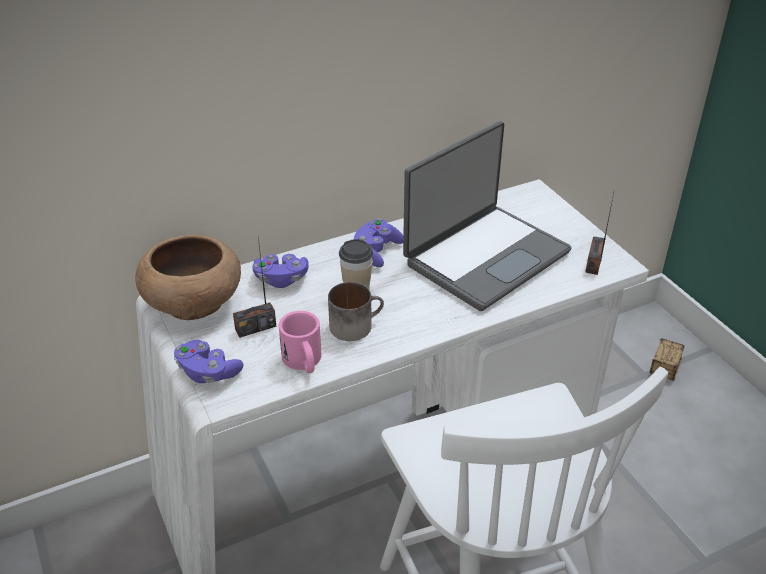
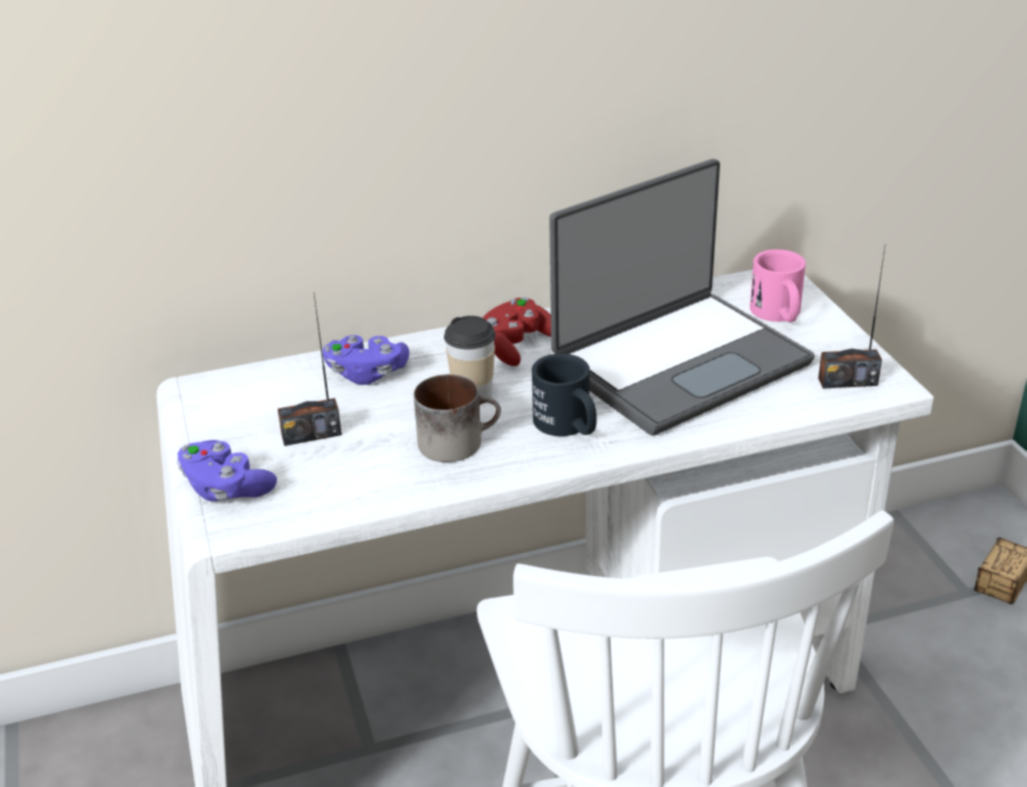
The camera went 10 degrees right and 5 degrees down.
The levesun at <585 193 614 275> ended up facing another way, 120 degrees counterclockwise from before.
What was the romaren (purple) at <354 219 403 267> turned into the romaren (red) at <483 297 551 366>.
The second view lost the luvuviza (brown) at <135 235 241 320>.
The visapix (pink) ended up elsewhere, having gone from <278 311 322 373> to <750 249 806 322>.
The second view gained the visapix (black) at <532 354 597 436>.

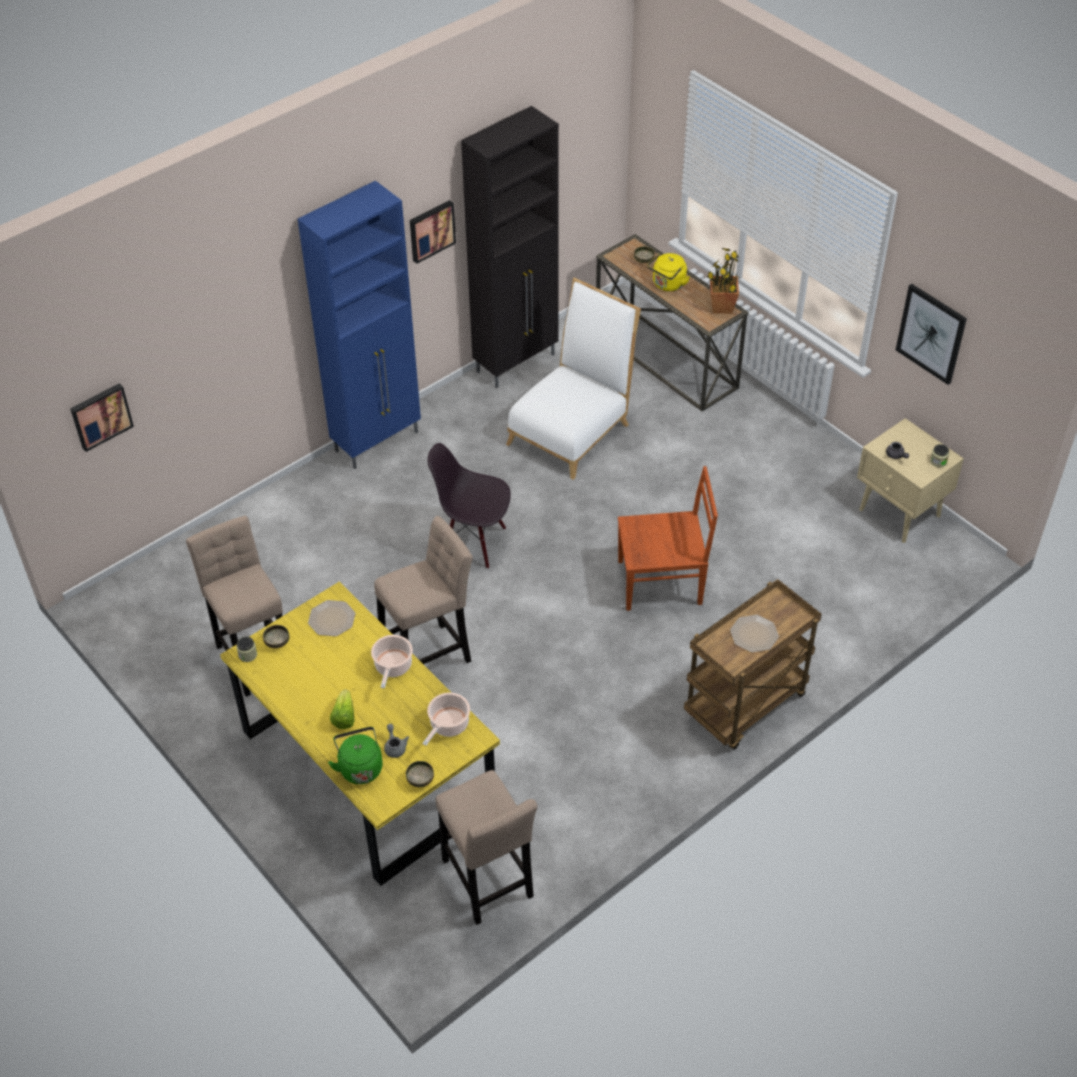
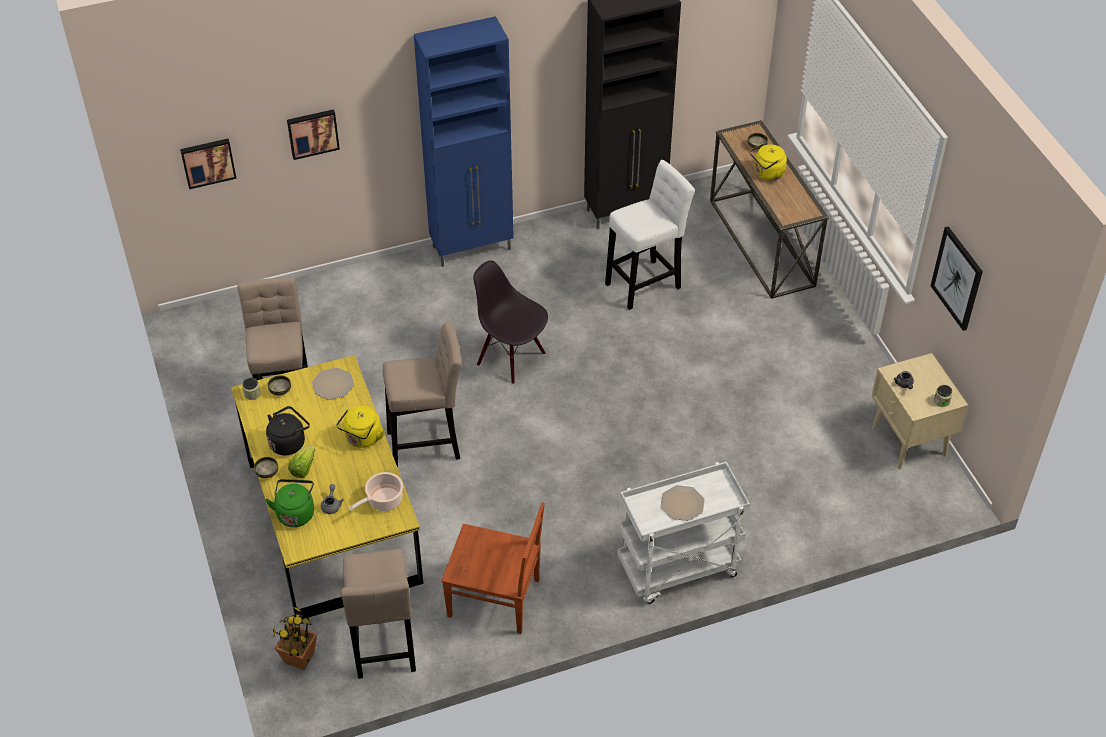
The camera went 20 degrees right and 0 degrees up.
The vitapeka ended up elsewhere, having gone from <410 200 456 264> to <287 109 340 160>.
The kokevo ended up elsewhere, having gone from <707 248 739 314> to <273 606 317 670>.
Where the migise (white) stood at <506 278 641 480>, the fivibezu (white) came to stand at <605 160 695 310>.
The migise (brown) ended up elsewhere, having gone from <618 466 718 611> to <441 502 545 634>.
What was the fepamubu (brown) at <684 579 822 749> turned into the fepamubu (white) at <617 462 750 604>.
Where the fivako stood at <371 635 413 688>, the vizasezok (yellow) came to stand at <336 406 385 448>.
The luvuviza ended up elsewhere, having gone from <406 761 434 787> to <254 457 278 478>.
The second view gained the vizasezok (black) at <266 406 310 455>.

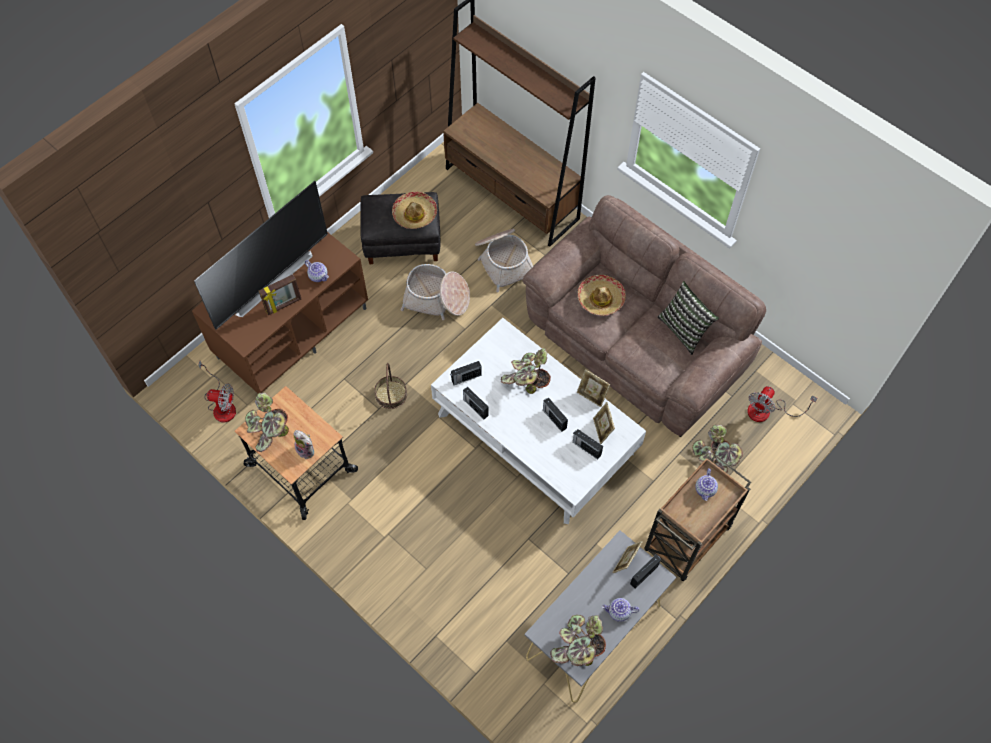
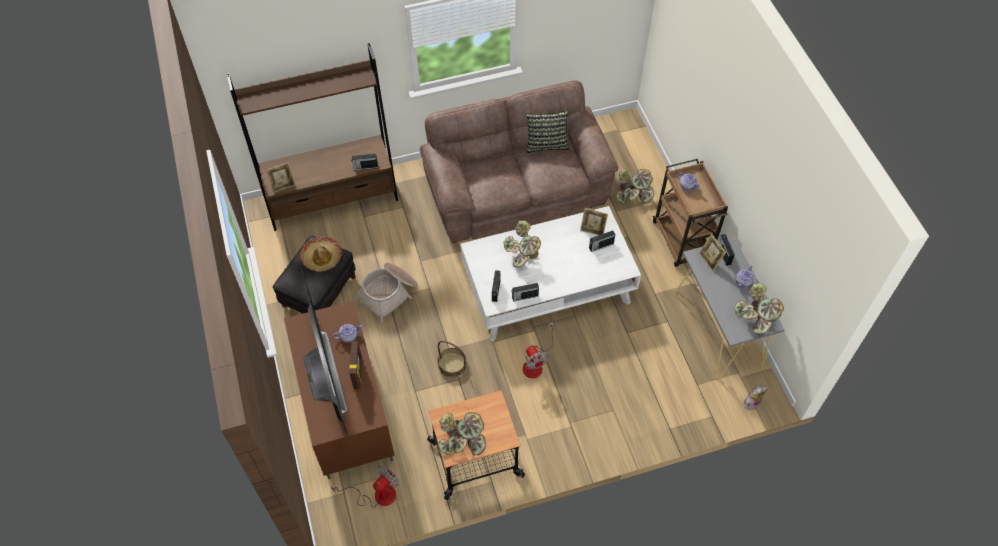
The camera went 60 degrees left and 5 degrees down.
The second view lost the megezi at <475 229 533 292>.
The second view lost the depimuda at <578 275 626 316>.
The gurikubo ended up elsewhere, having gone from <577 369 610 407> to <266 163 295 193>.
The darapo ended up elsewhere, having gone from <747 386 818 422> to <523 322 553 378>.
The levesun ended up elsewhere, having gone from <543 398 568 432> to <351 154 378 170>.
The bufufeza ended up elsewhere, having gone from <293 430 314 459> to <744 387 767 410>.

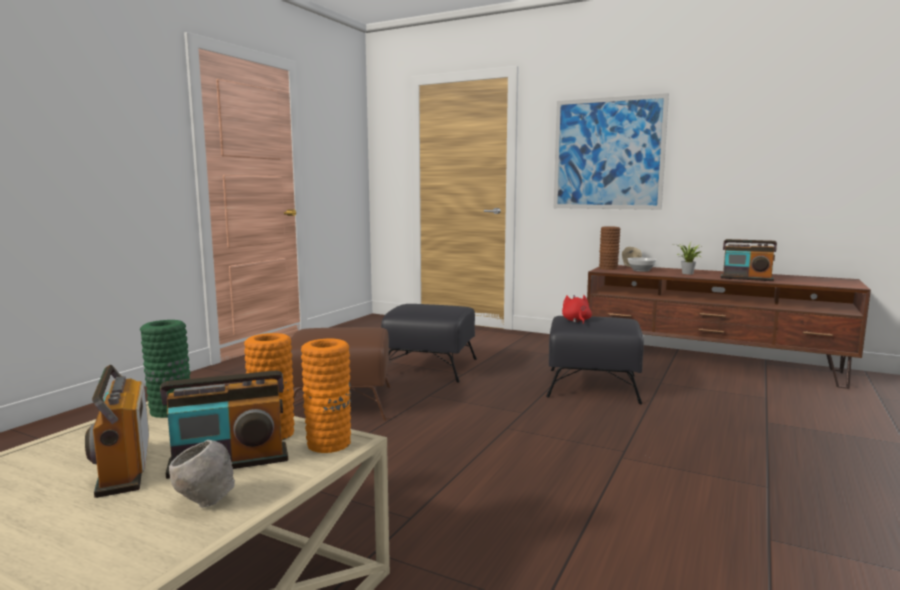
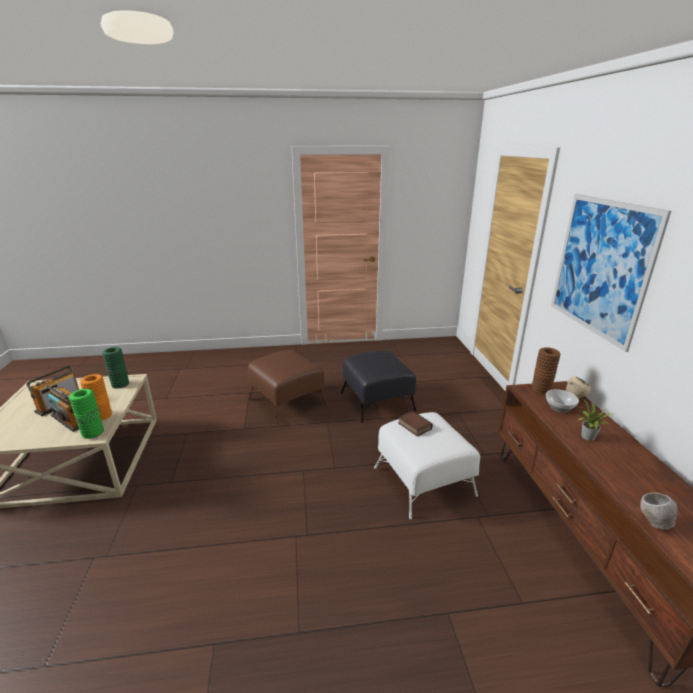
The camera went 55 degrees right and 15 degrees up.
The second view lost the levesun at <721 239 777 281>.
Where the bufufeza (red) stood at <562 295 592 324>, the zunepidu came to stand at <398 411 433 437>.
What was the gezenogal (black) at <546 316 644 404> turned into the gezenogal (white) at <374 412 480 520>.
What was the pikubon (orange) at <301 339 351 453> turned into the pikubon (green) at <69 389 104 439>.
The luvuviza (grey) ended up elsewhere, having gone from <169 440 235 508> to <640 492 678 530>.

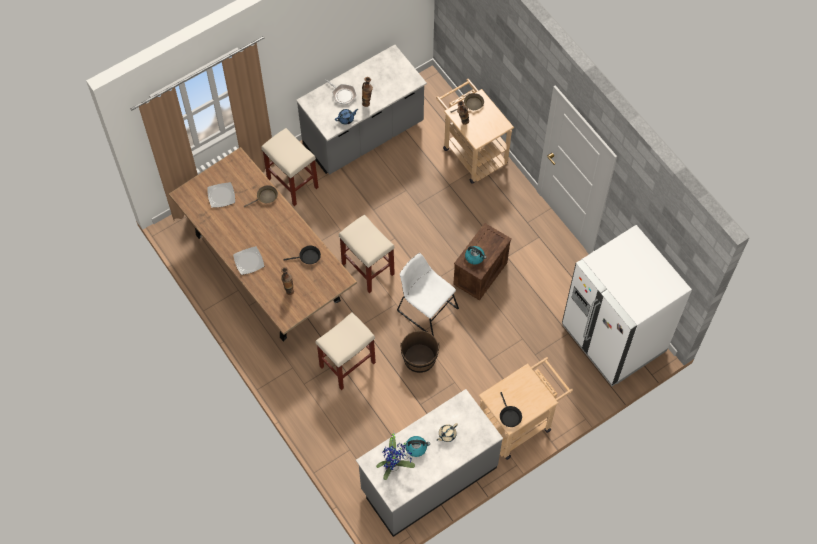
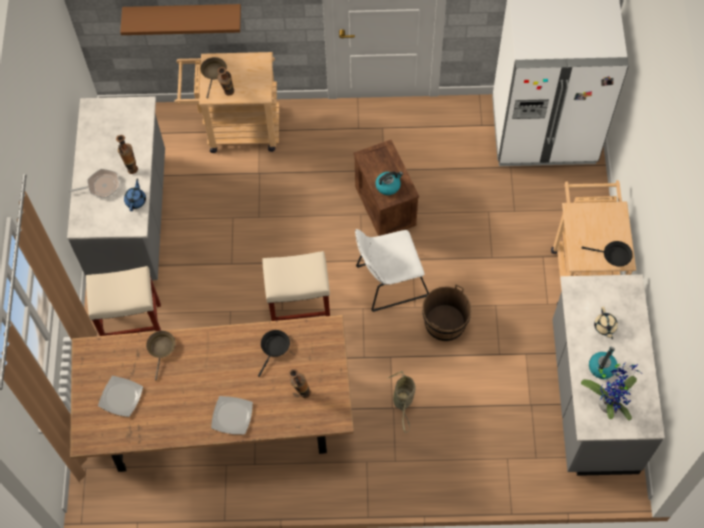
The camera went 55 degrees left and 0 degrees up.
Where the fivibezu (beige) stood at <316 312 376 390>, the megezi came to stand at <388 372 416 433>.
The second view gained the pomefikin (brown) at <120 4 241 35>.

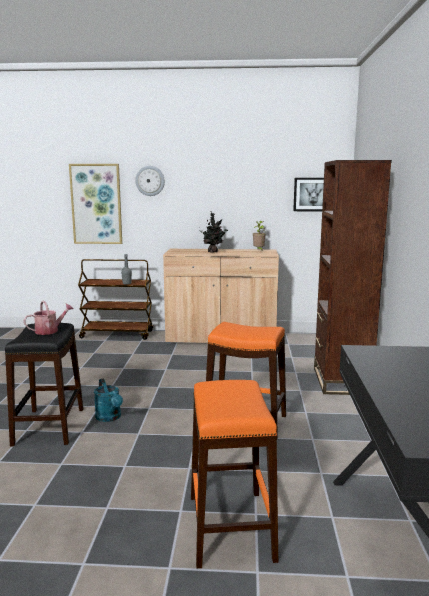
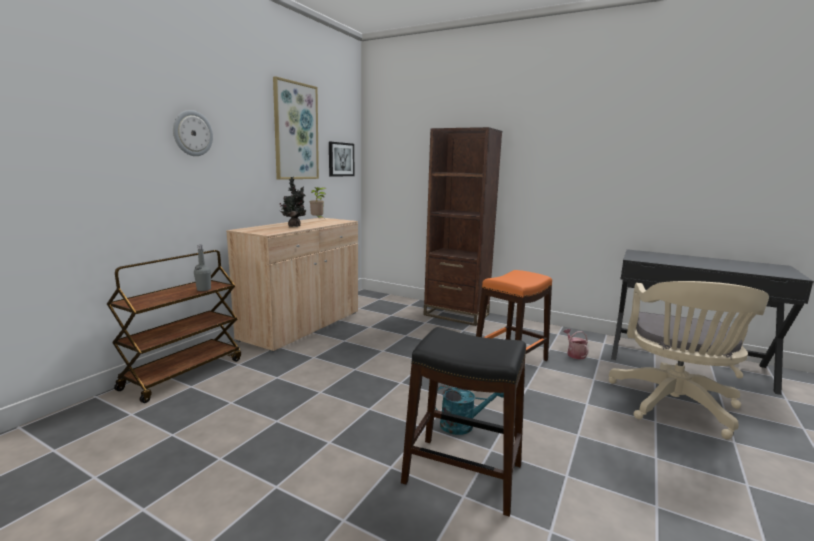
The camera went 65 degrees left and 0 degrees up.
The vitapeka ended up elsewhere, having gone from <69 164 122 244> to <273 76 319 180>.
The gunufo ended up elsewhere, having gone from <23 301 74 335> to <564 329 589 359>.
Where the fivibezu (orange) stood at <191 380 278 568>, the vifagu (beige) came to stand at <609 281 769 439>.

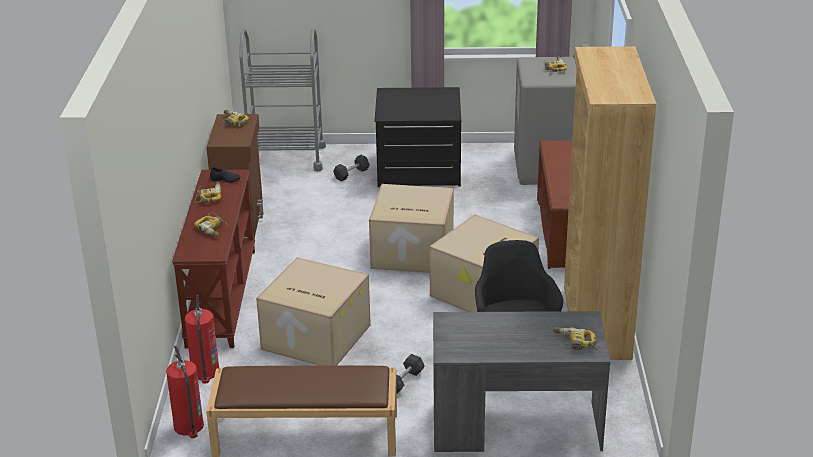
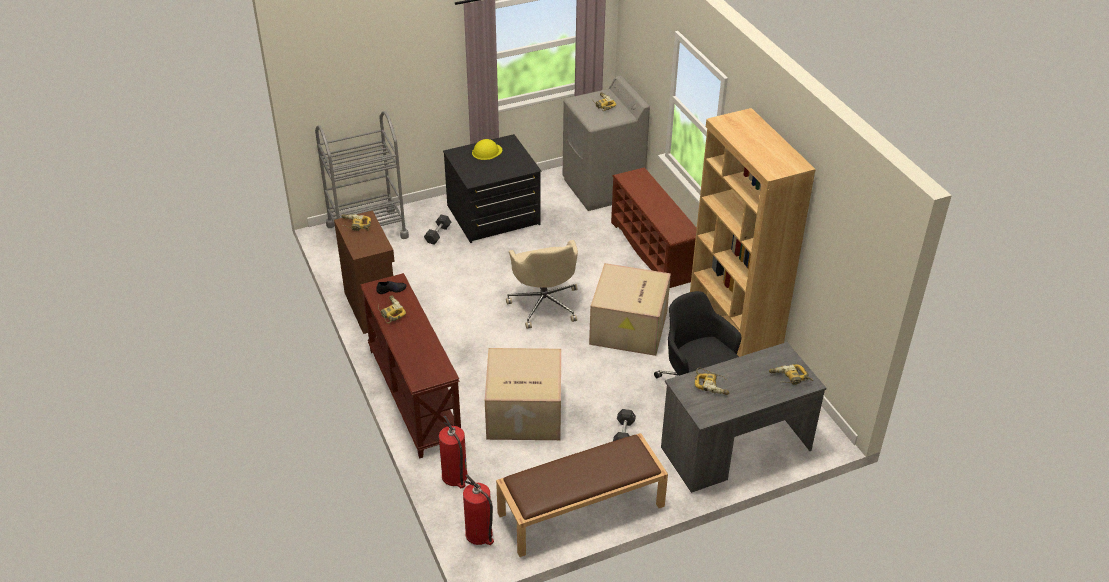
The camera went 25 degrees left and 10 degrees up.
Where the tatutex stood at <369 184 454 273>, the vifagu (beige) came to stand at <506 240 578 329>.
The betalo ended up elsewhere, having gone from <194 212 228 237> to <695 368 729 395>.
The second view gained the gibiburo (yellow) at <472 139 502 160>.

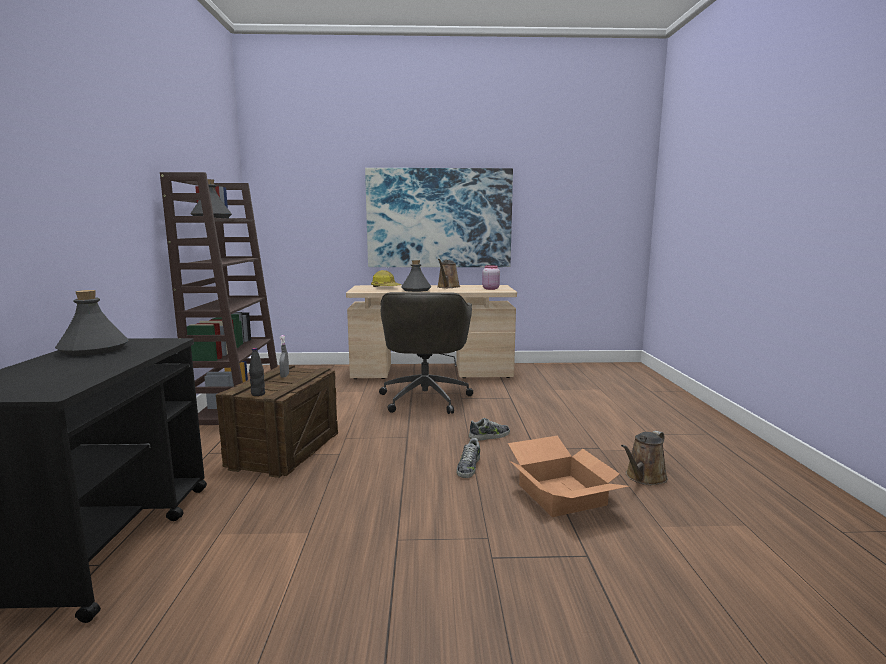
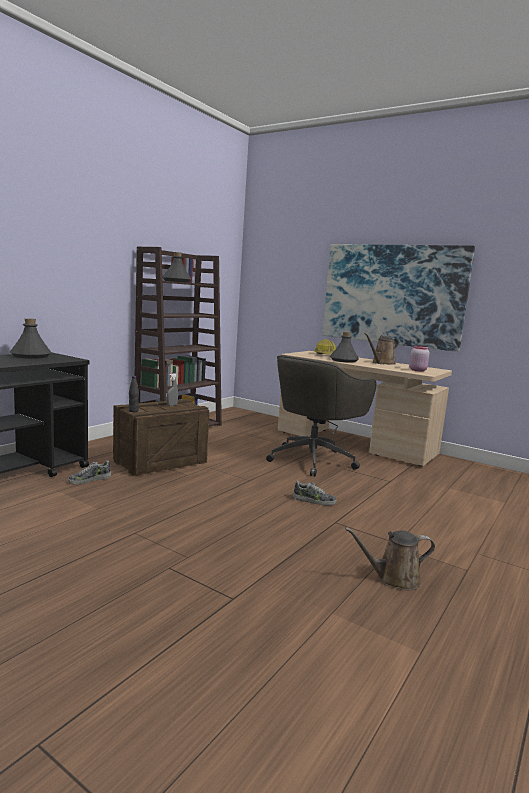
The camera went 35 degrees right and 0 degrees up.
The second view lost the tatutex at <508 436 629 517>.
The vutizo ended up elsewhere, having gone from <456 438 480 478> to <68 460 111 484>.

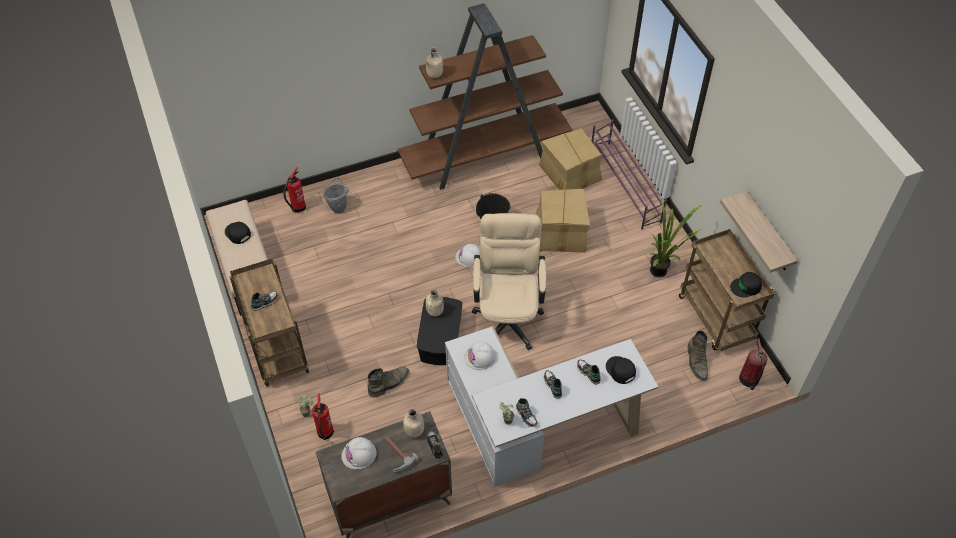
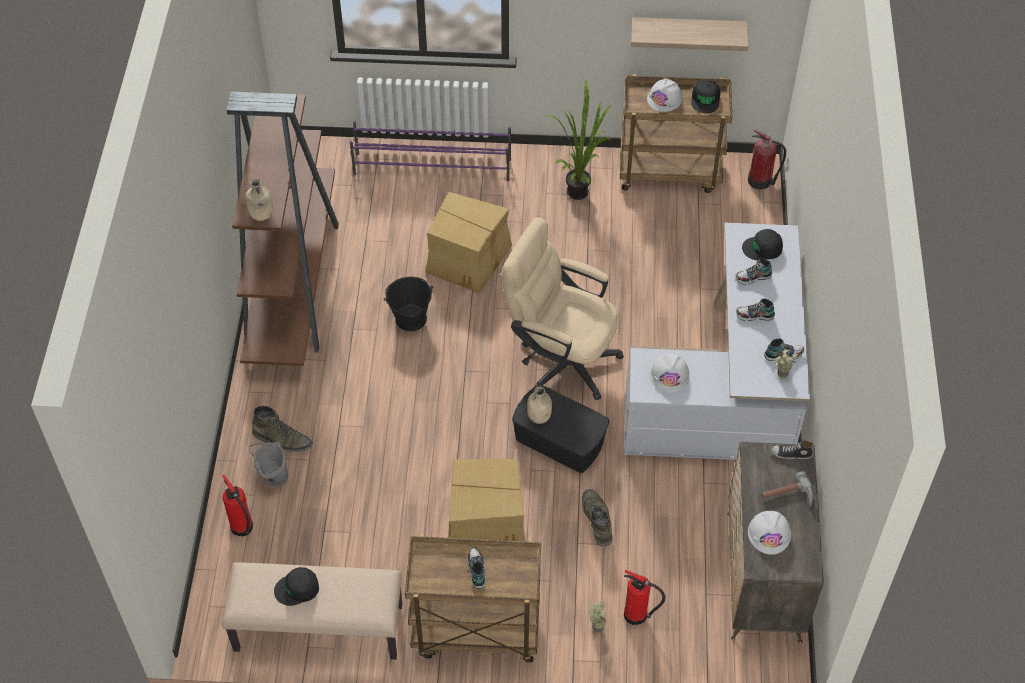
The camera went 65 degrees left and 0 degrees up.
The tatutex ended up elsewhere, having gone from <539 128 602 190> to <448 459 525 541>.
The gibiburo (white) ended up elsewhere, having gone from <455 244 480 267> to <647 78 683 112>.
The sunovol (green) ended up elsewhere, having gone from <688 330 708 381> to <252 406 313 452>.
The second view lost the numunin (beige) at <403 408 424 438>.

